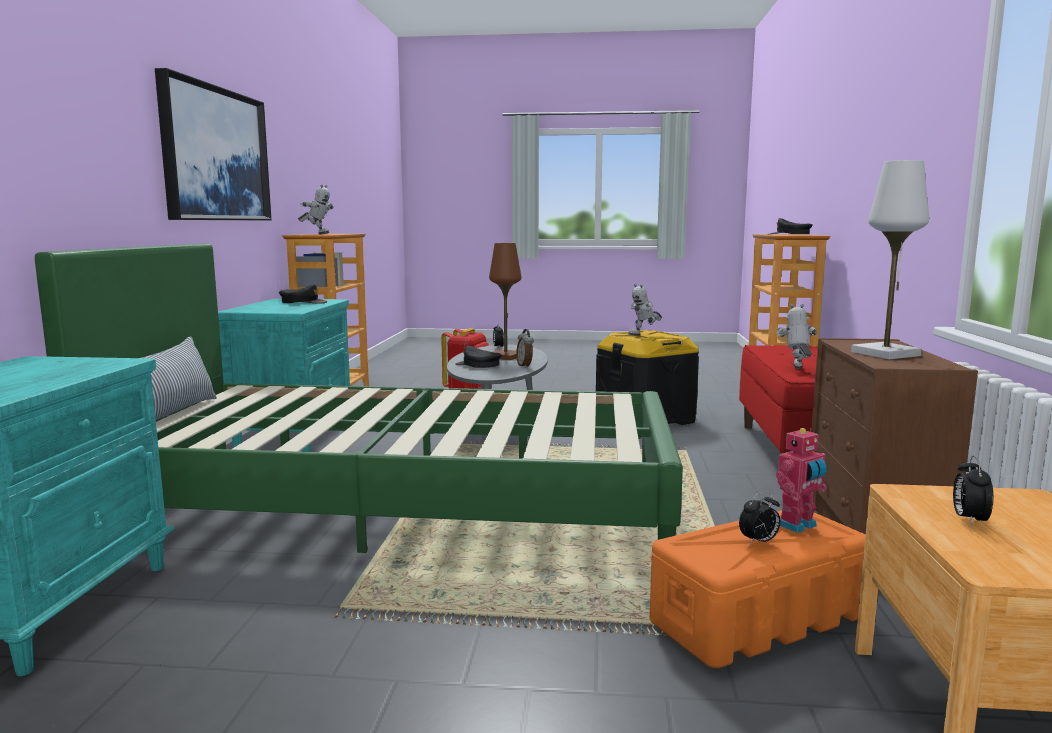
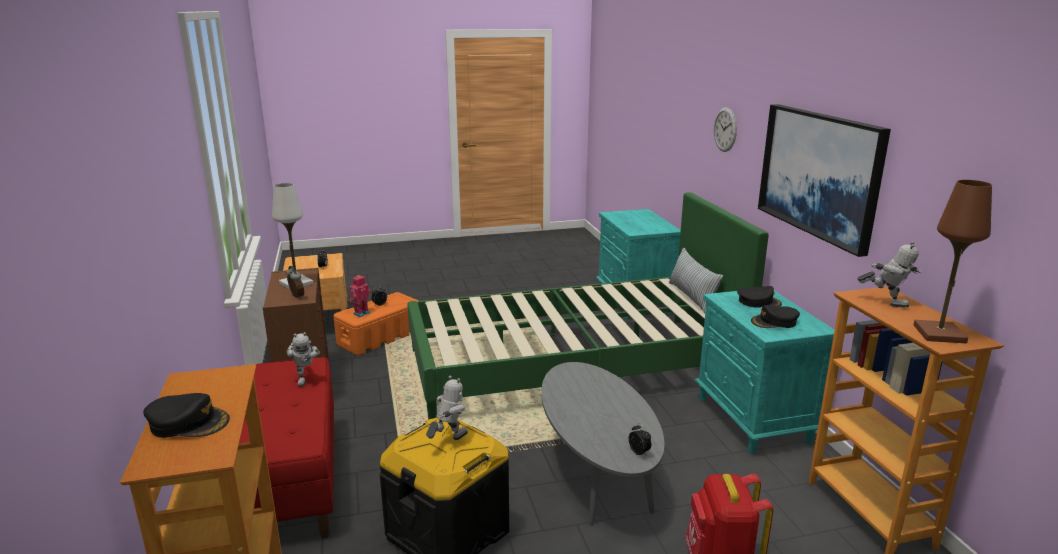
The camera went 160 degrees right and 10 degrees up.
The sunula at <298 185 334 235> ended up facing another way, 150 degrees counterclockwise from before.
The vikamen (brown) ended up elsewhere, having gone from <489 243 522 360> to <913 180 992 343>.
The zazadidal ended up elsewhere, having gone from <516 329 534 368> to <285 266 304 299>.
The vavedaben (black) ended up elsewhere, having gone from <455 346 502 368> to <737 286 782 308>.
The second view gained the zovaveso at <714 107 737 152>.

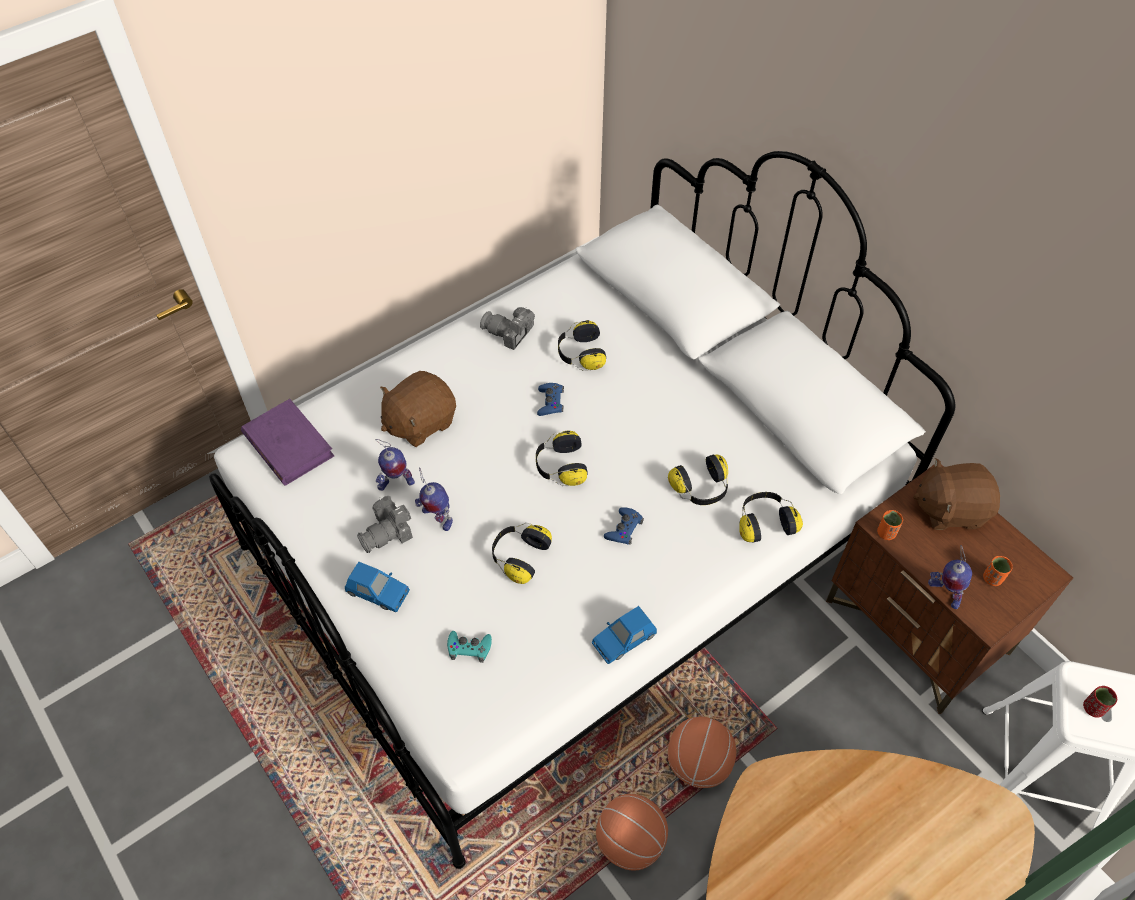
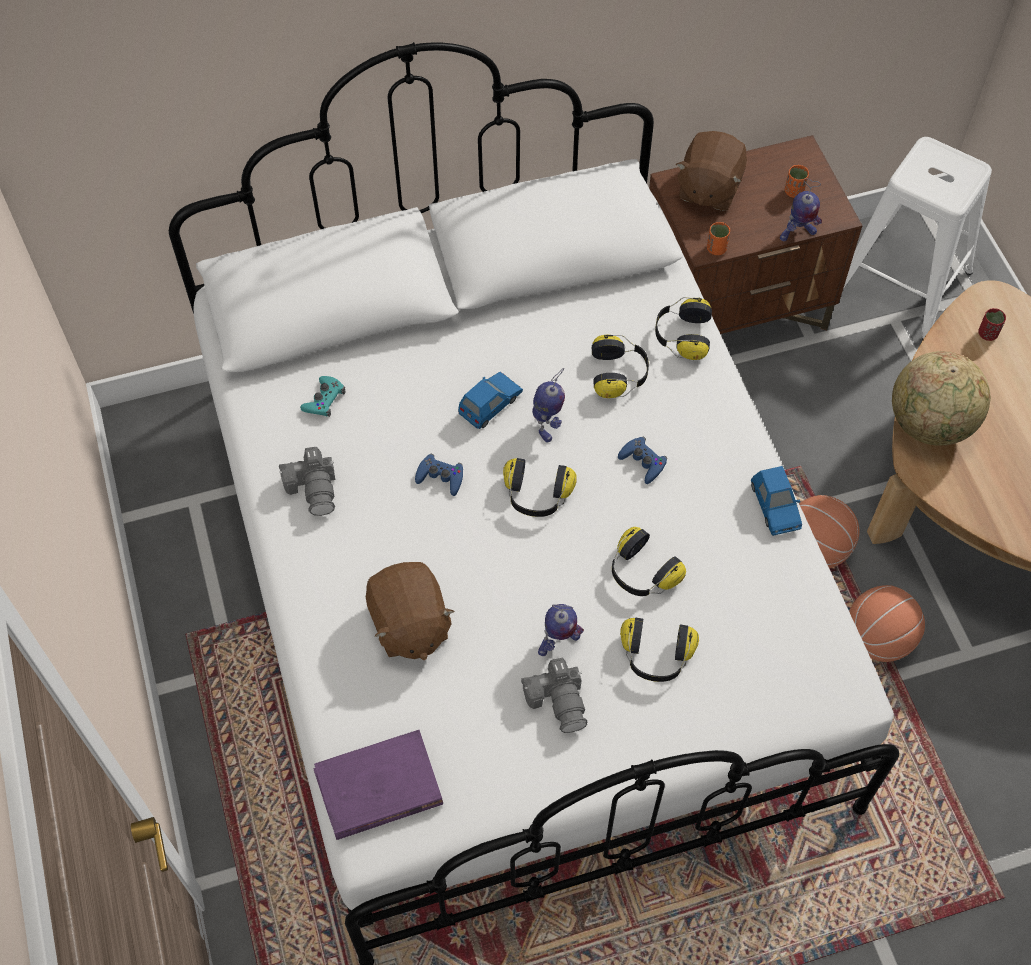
The camera went 70 degrees left and 5 degrees up.
The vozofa at <480 307 535 350> ended up facing another way, 60 degrees counterclockwise from before.
The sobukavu ended up elsewhere, having gone from <558 320 606 371> to <620 617 699 682>.
The sunula ended up elsewhere, having gone from <375 439 415 491> to <532 368 565 443>.
The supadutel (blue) ended up elsewhere, having gone from <345 562 410 612> to <458 372 523 429>.
The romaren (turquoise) ended up elsewhere, having gone from <447 631 492 663> to <300 376 346 417>.
The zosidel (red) ended up elsewhere, having gone from <1083 686 1117 717> to <978 308 1006 341>.
The second view gained the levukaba at <892 351 991 446>.

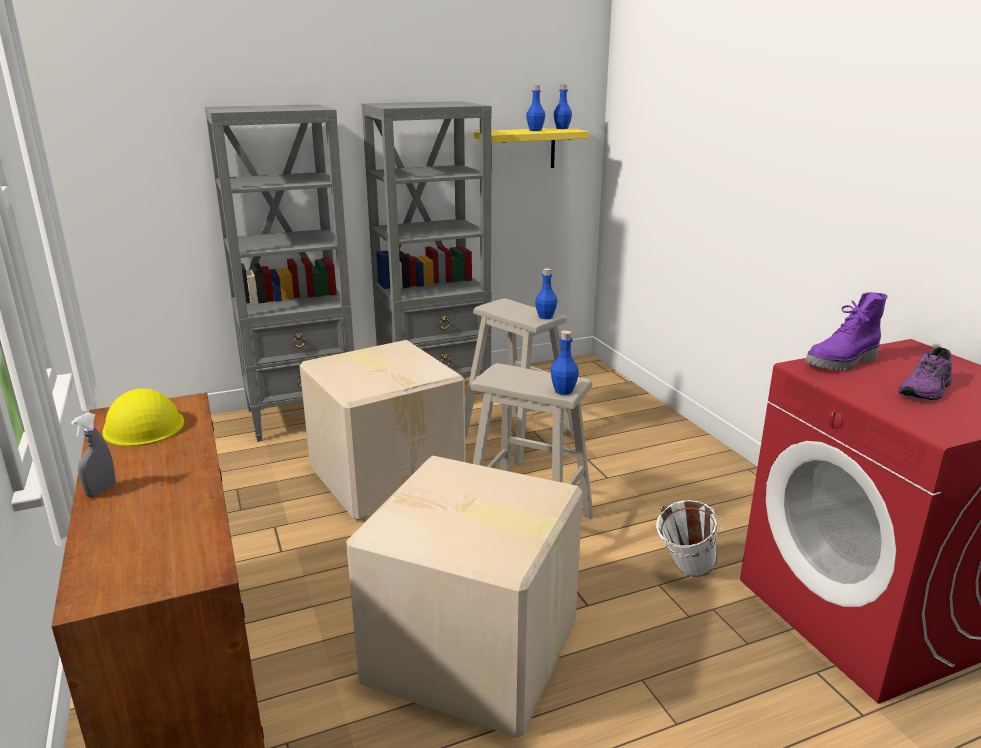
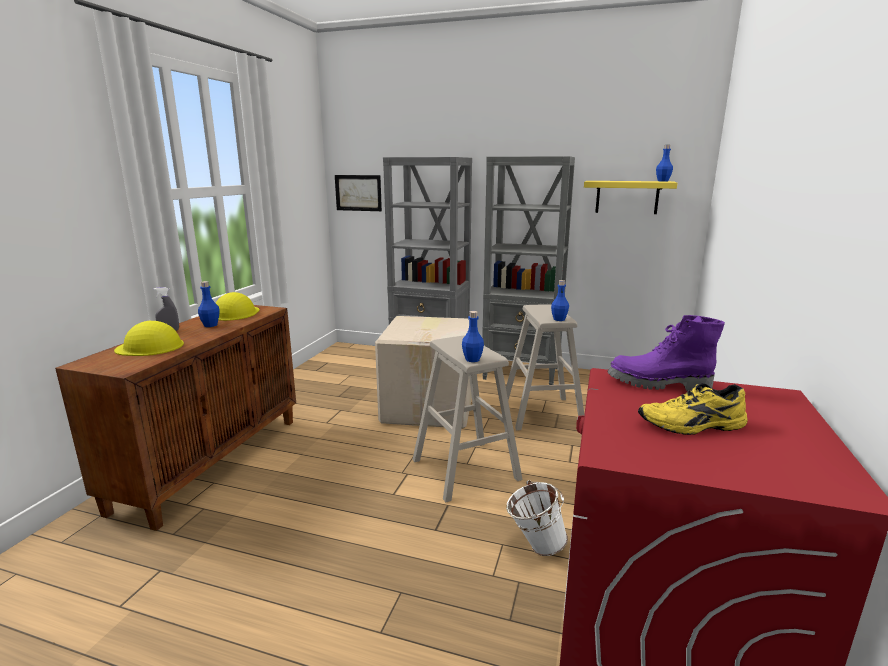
The camera went 40 degrees right and 5 degrees down.
The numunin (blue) ended up elsewhere, having gone from <526 86 545 131> to <198 281 220 327>.
What was the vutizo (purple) at <898 347 952 400> turned into the vutizo (yellow) at <638 383 748 435>.
The second view lost the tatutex at <346 455 583 737>.
The second view gained the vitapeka at <335 175 382 211>.
The second view gained the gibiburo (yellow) at <114 321 184 356>.

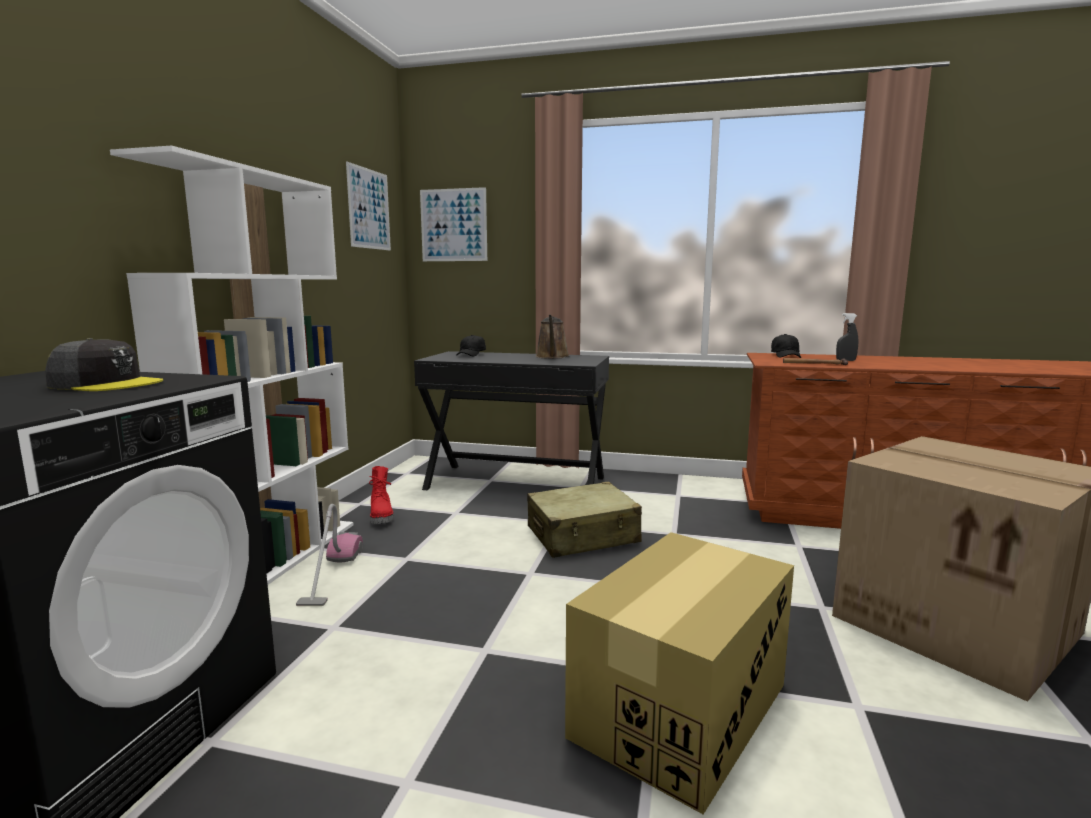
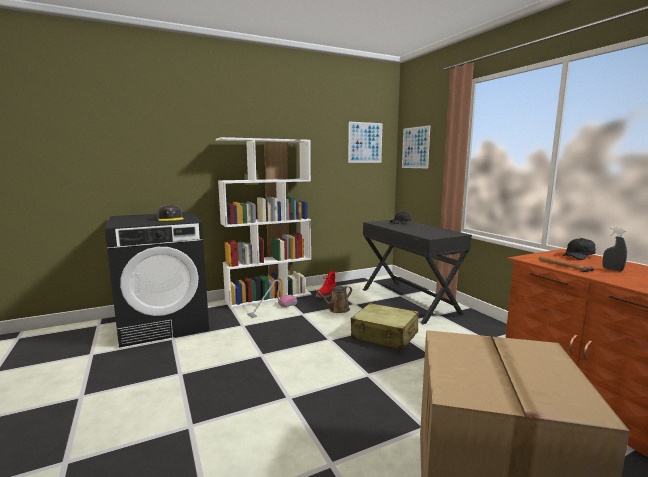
The camera went 50 degrees right and 0 degrees up.
The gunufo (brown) ended up elsewhere, having gone from <535 315 570 359> to <315 286 352 313>.
The second view lost the tatutex at <565 532 794 814>.

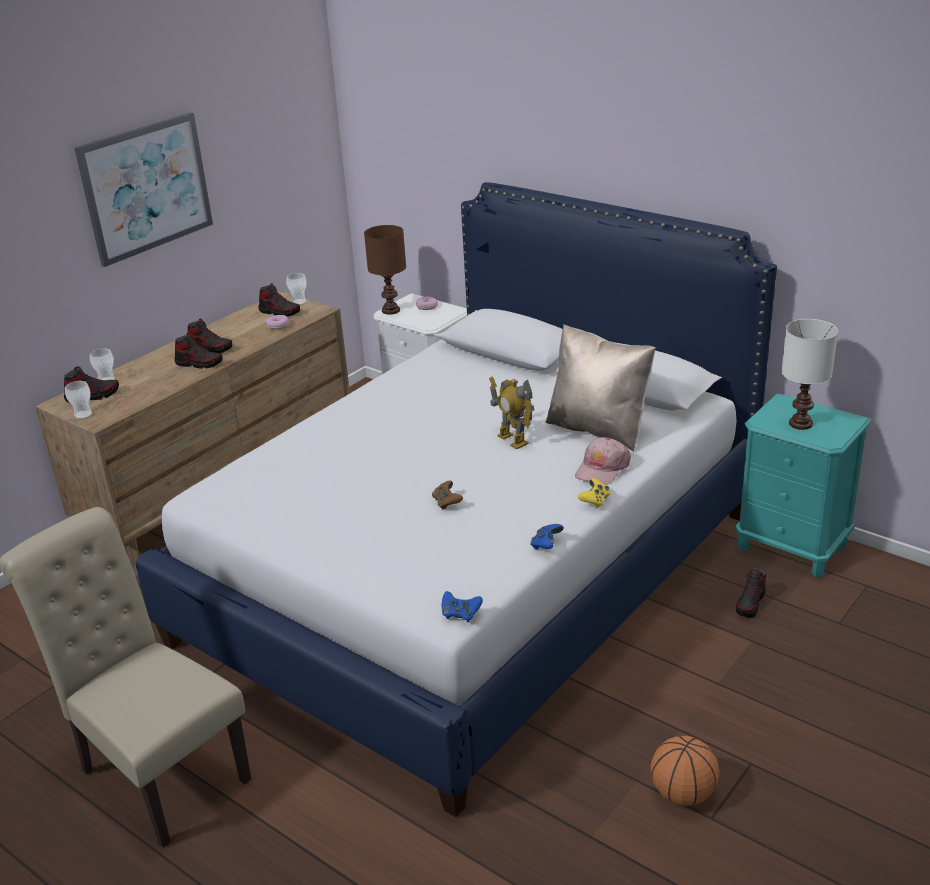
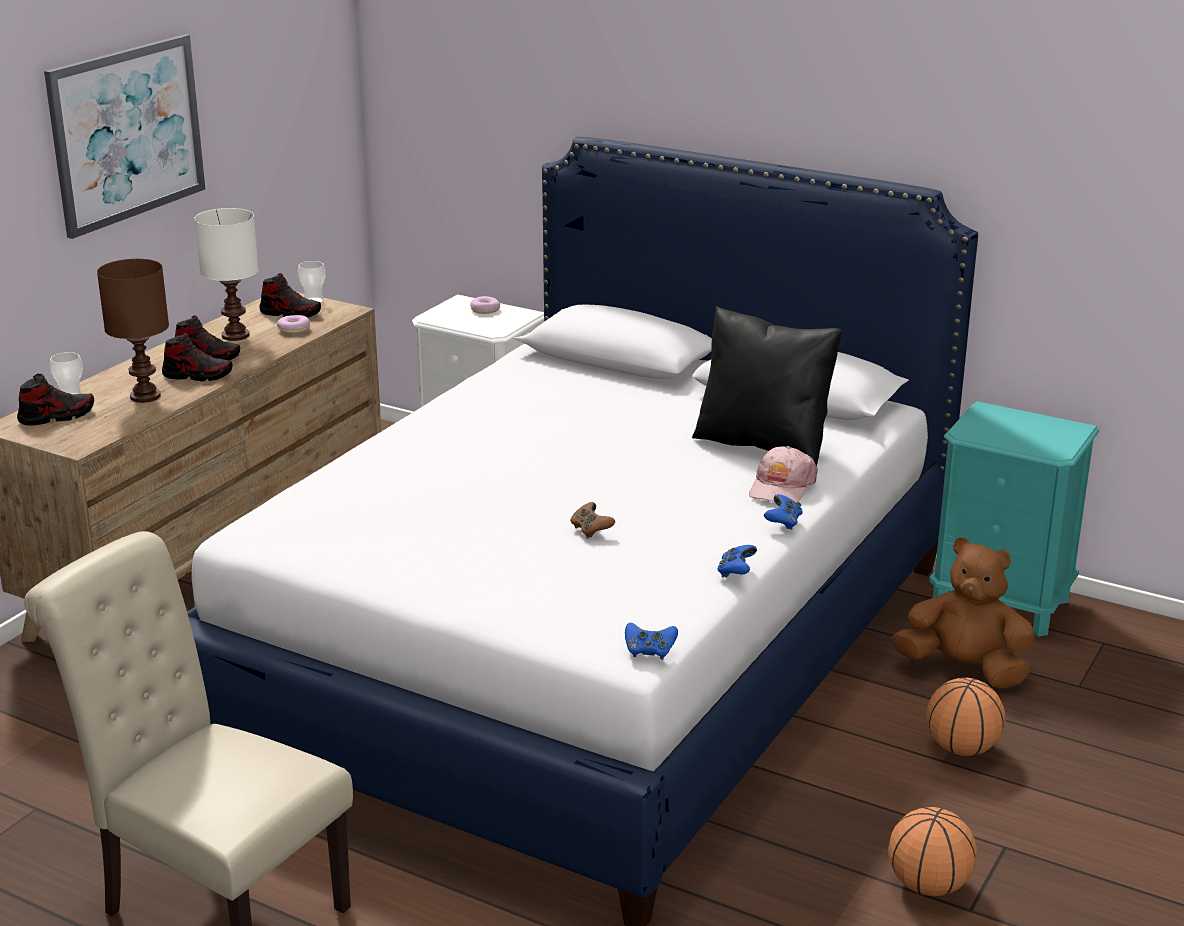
The camera went 10 degrees left and 5 degrees down.
The vikamen (brown) ended up elsewhere, having gone from <364 225 406 315> to <97 259 169 403>.
The vikamen (white) ended up elsewhere, having gone from <781 319 838 430> to <194 208 259 341>.
What was the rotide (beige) at <546 324 655 451> turned into the rotide (black) at <692 306 842 466>.
The second view lost the sunula at <489 377 534 449>.
The second view lost the zosidel at <65 381 92 419>.
What was the romaren (yellow) at <578 478 610 508> turned into the romaren (blue) at <764 494 803 530>.
Where the vutizo stood at <736 568 766 618>, the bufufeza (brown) came to stand at <892 537 1035 689>.
The second view gained the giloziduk at <926 678 1006 756>.

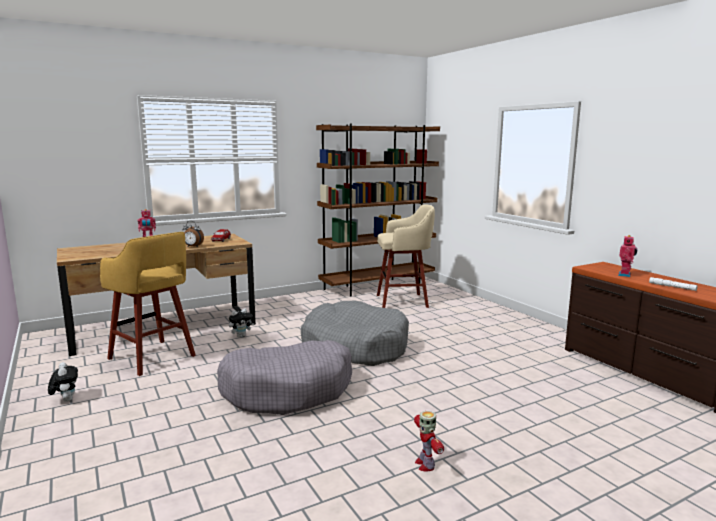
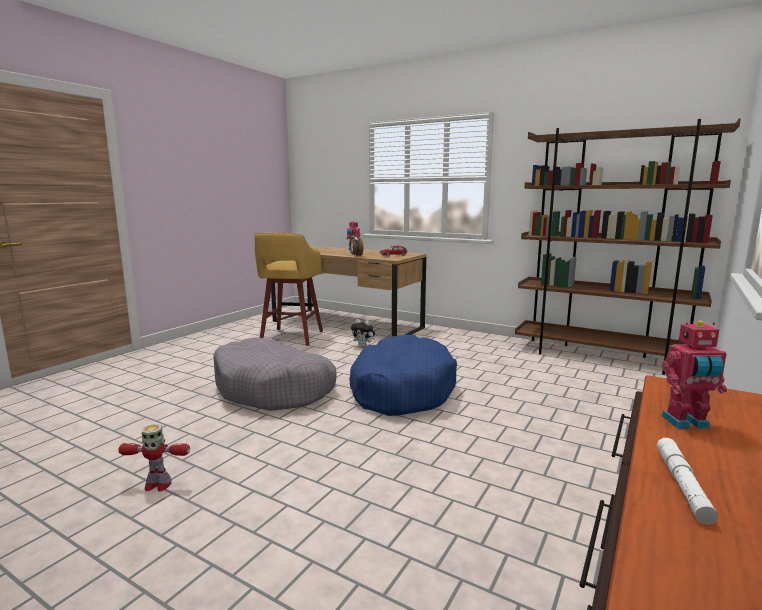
The camera went 60 degrees right and 0 degrees up.
The second view lost the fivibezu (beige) at <377 205 435 308>.
What was the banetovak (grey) at <301 301 409 366> turned into the banetovak (blue) at <349 335 457 416>.
The second view lost the bufufeza at <48 362 78 402>.
The sunula at <414 411 444 471> ended up facing another way, 135 degrees counterclockwise from before.

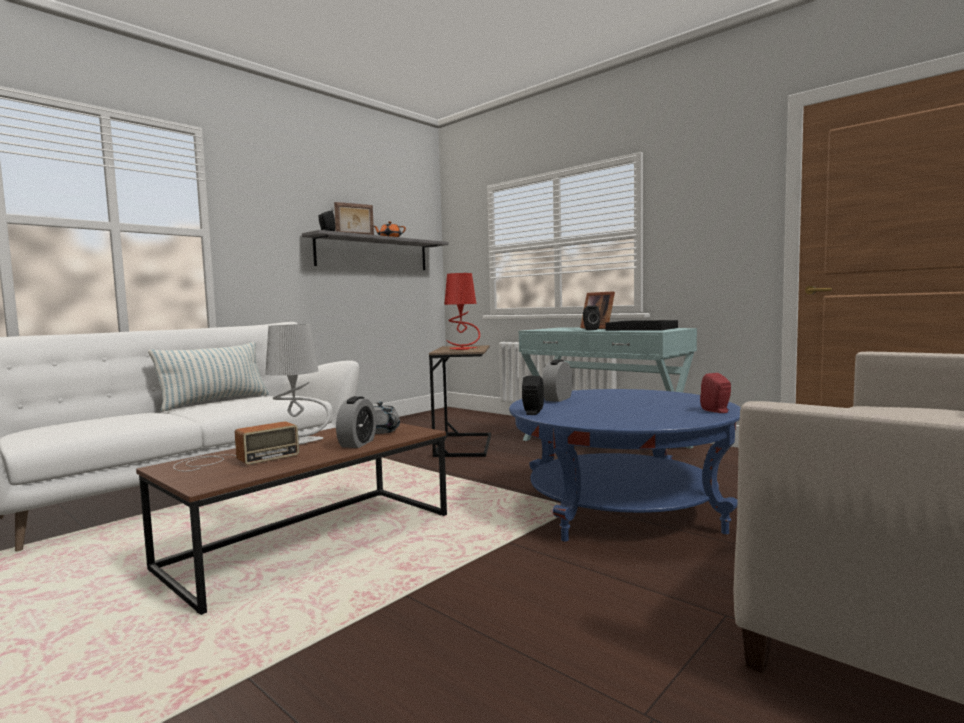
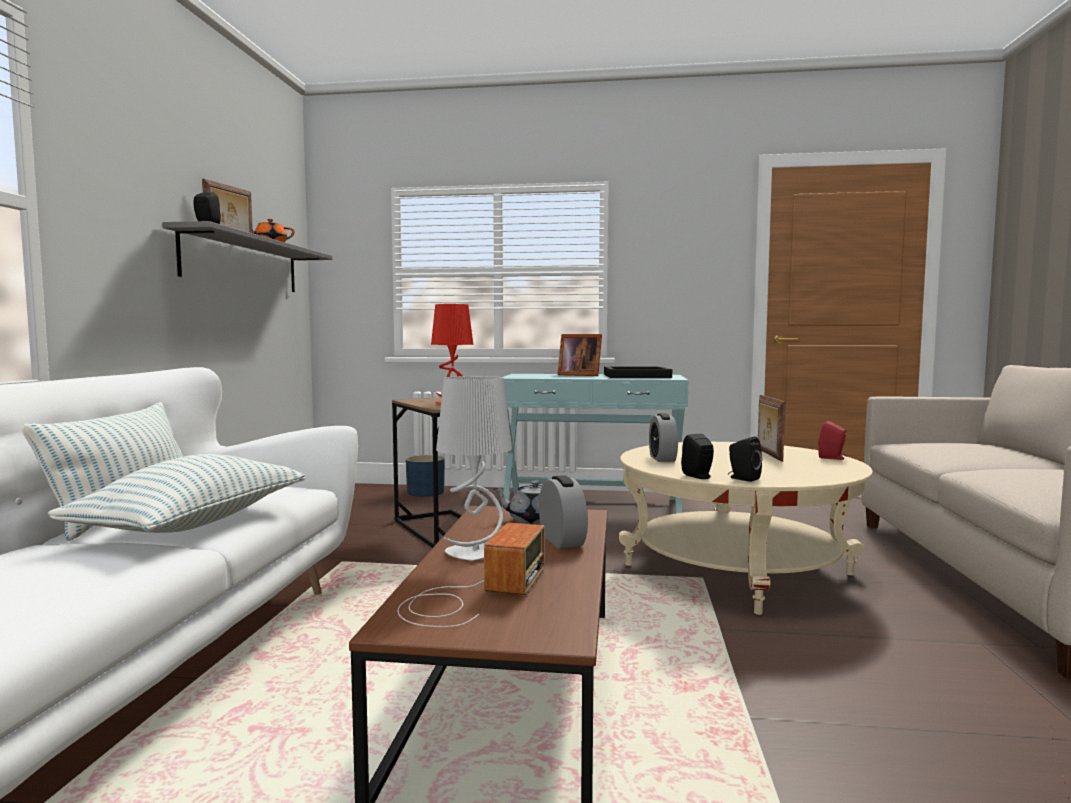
The camera went 35 degrees left and 0 degrees up.
The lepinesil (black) ended up elsewhere, having gone from <583 306 600 330> to <728 437 762 482>.
What was the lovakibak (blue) at <509 389 741 542> turned into the lovakibak (beige) at <619 442 873 615>.
The second view gained the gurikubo at <758 395 785 462>.
The second view gained the rotide at <48 454 305 533>.
The second view gained the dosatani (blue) at <406 455 445 497>.

